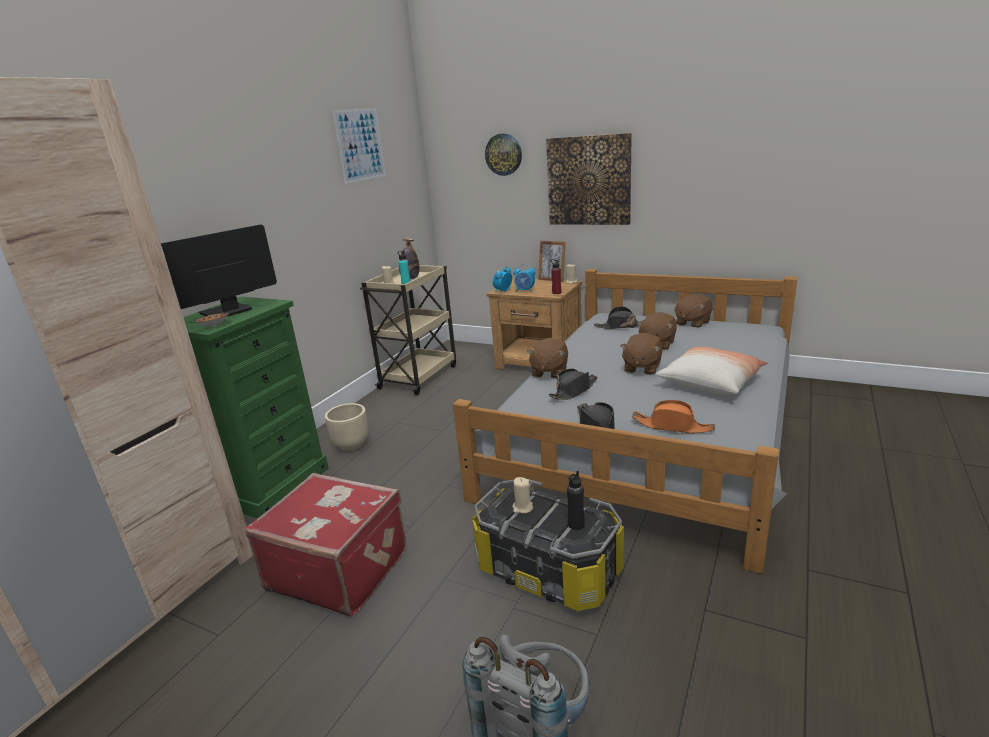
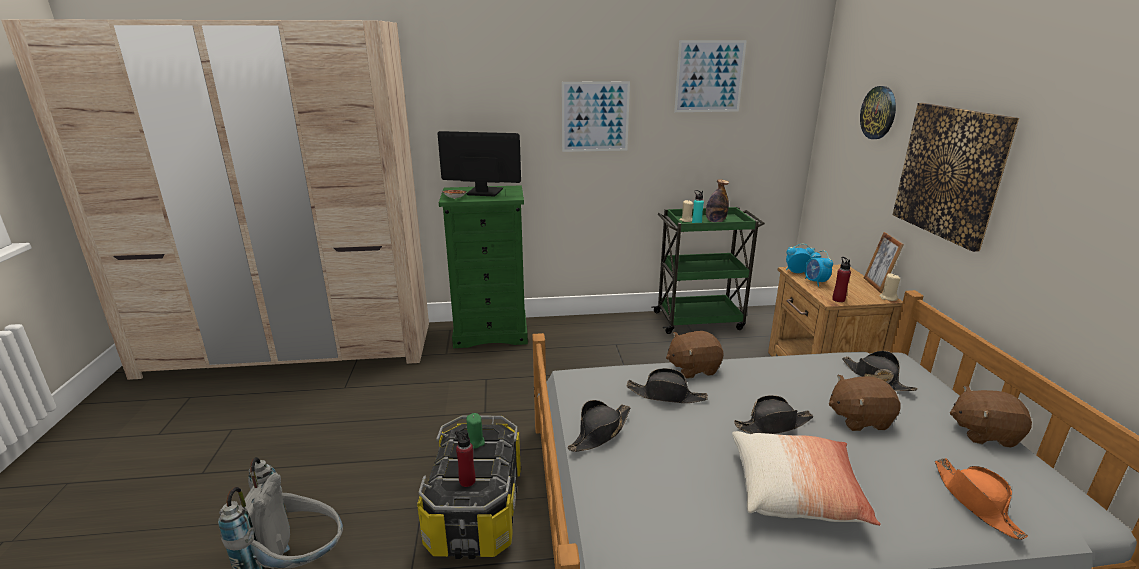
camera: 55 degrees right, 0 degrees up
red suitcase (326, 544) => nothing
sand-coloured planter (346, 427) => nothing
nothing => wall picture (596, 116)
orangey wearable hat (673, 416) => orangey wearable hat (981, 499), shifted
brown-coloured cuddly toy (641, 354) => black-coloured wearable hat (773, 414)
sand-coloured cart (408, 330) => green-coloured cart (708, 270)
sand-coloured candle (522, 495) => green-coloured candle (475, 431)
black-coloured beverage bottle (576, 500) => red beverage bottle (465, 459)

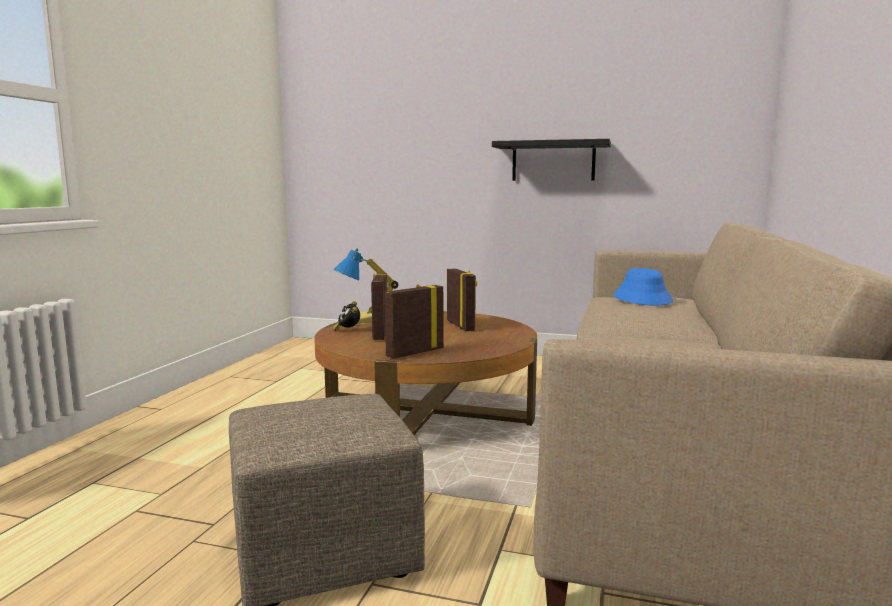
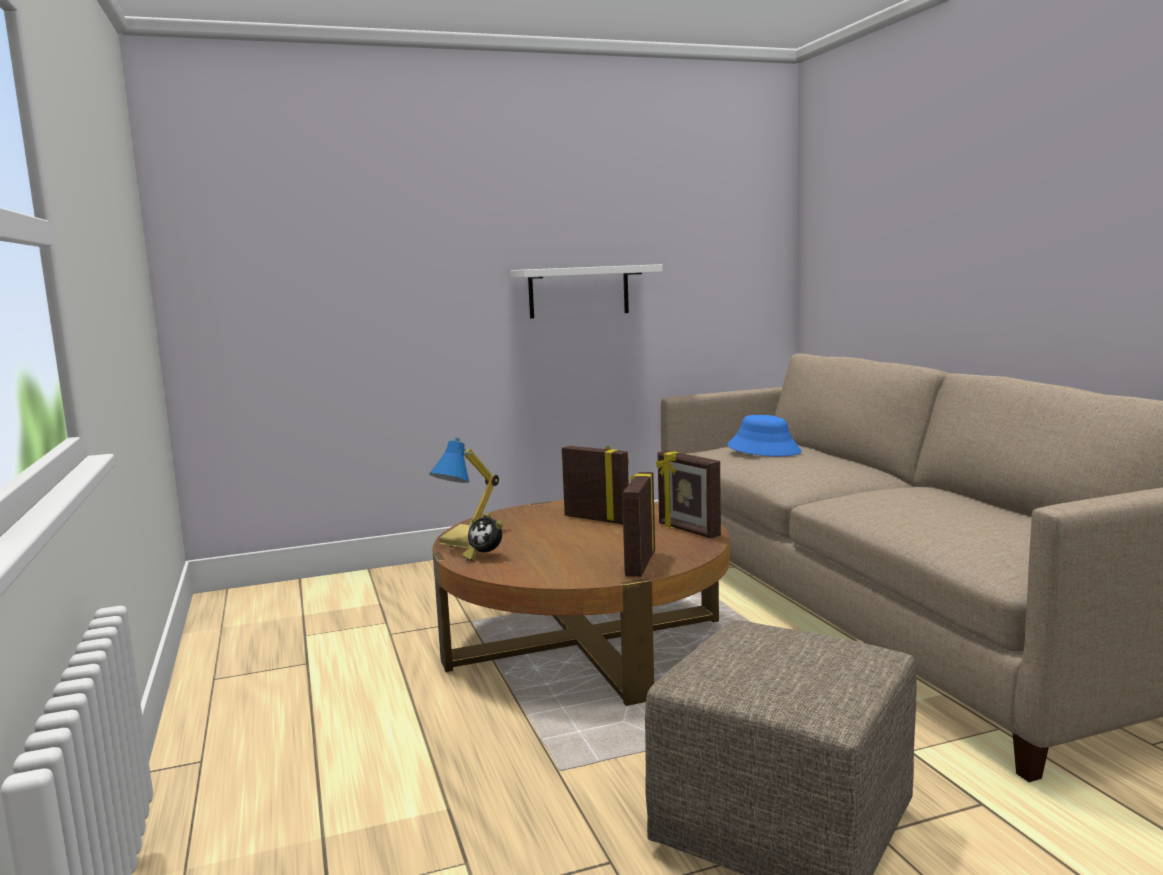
camera: 35 degrees left, 0 degrees up
photo frame (379, 306) => photo frame (688, 494), shifted
black-coloured shelf (551, 160) => whitish shelf (586, 291)

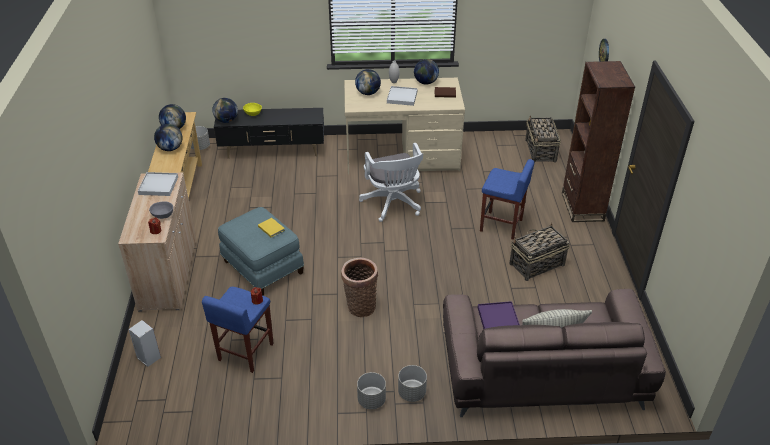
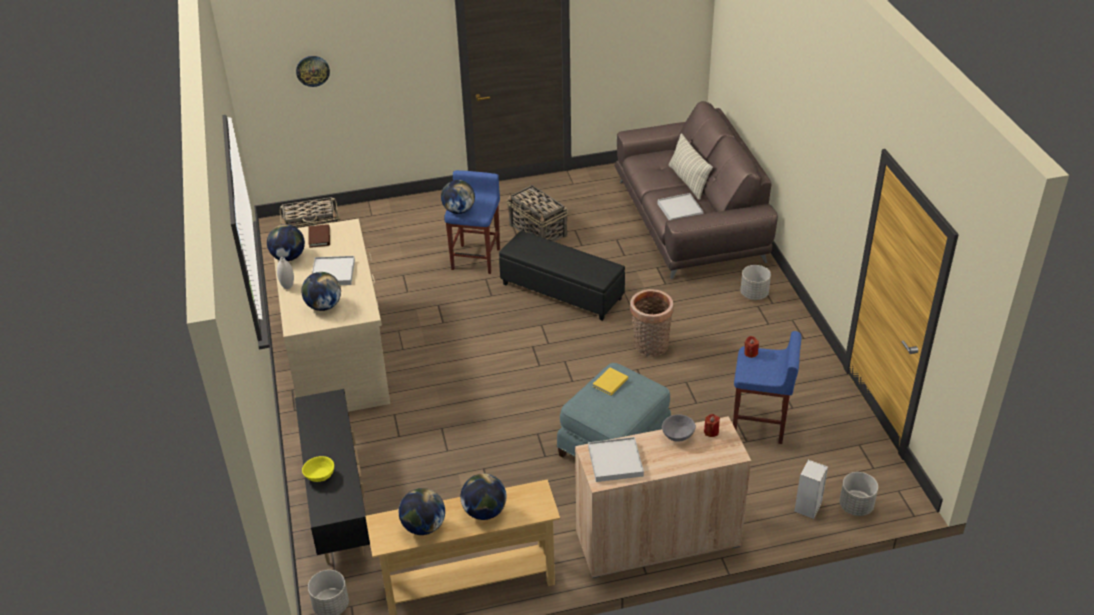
camera: 100 degrees left, 0 degrees up
whitish computer chair (391, 182) => nothing
brown-coloured bookcase (598, 141) => nothing
nothing => black-coloured pouffe (562, 276)
world globe (225, 110) => world globe (458, 197), shifted
grey planter (371, 390) => grey planter (858, 494), shifted
purple tray (499, 315) => whitish tray (681, 206)

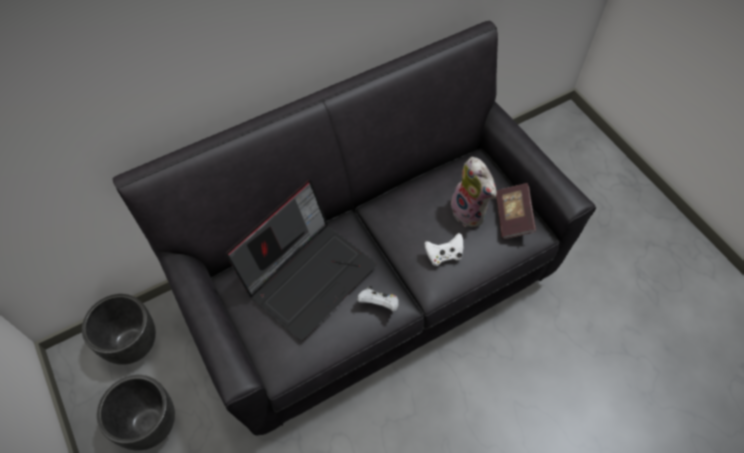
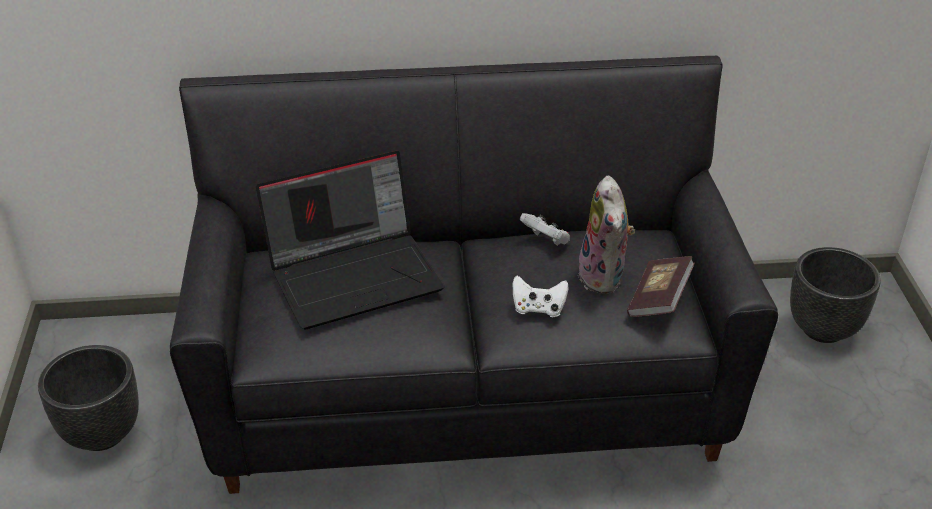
camera: 25 degrees right, 20 degrees down
black-coloured planter (119, 329) => black-coloured planter (835, 295), shifted
whitish game controller (378, 298) => whitish game controller (545, 229), shifted

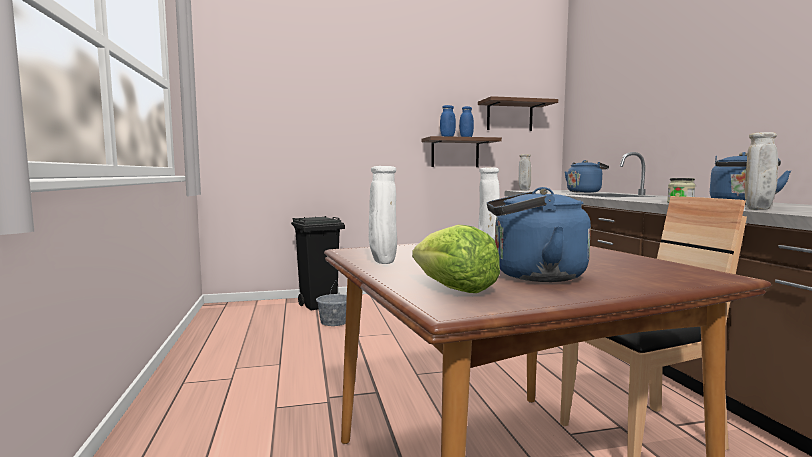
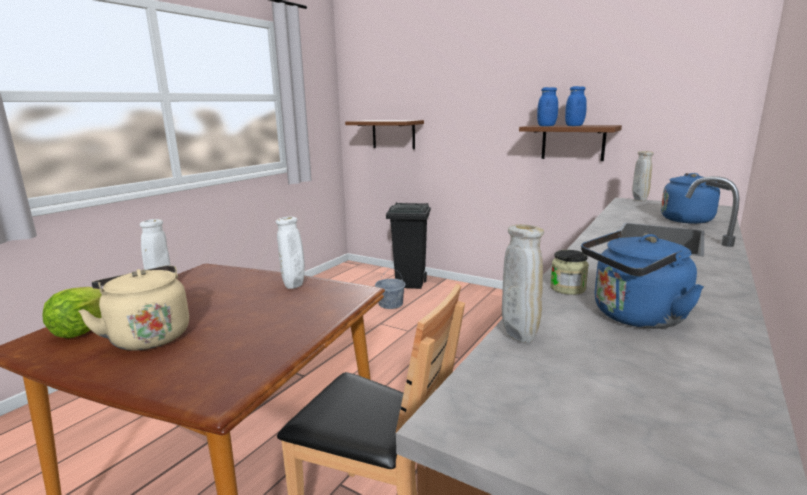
camera: 45 degrees right, 10 degrees up
brown-coloured shelf (518, 113) => brown-coloured shelf (384, 134), shifted
bluish kettle (539, 234) => sand-coloured kettle (133, 307)

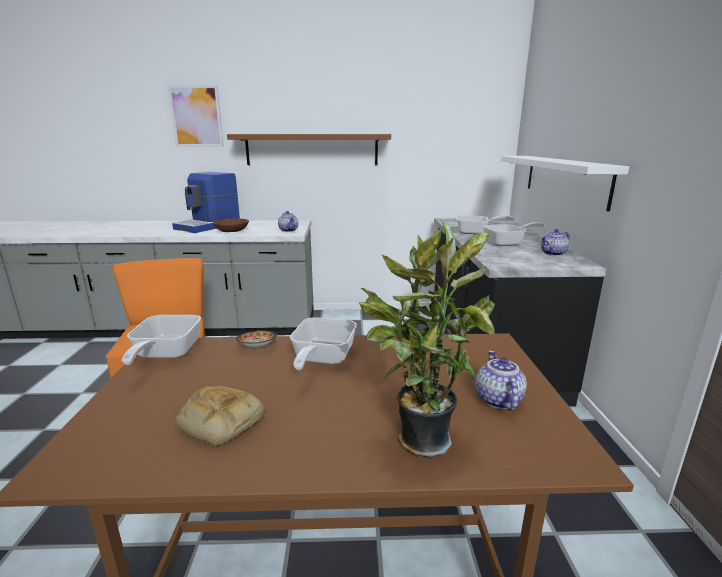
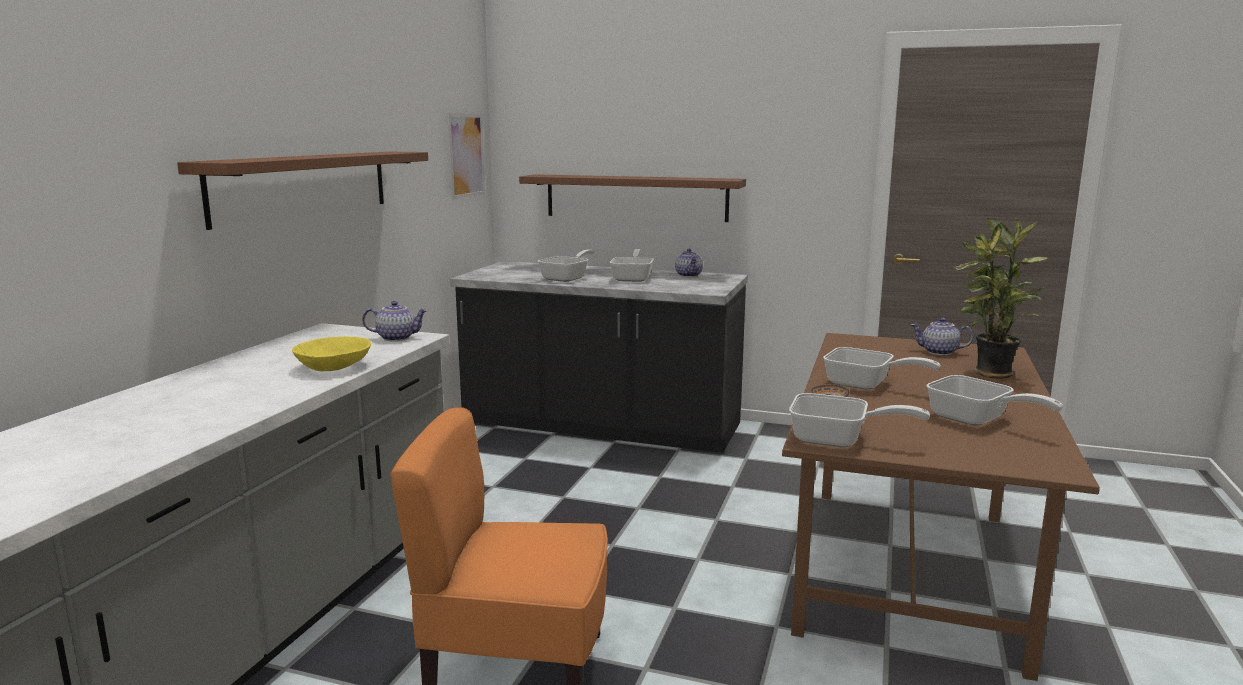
camera: 70 degrees left, 5 degrees down
coffee maker (206, 202) => nothing
wall picture (196, 116) => wall picture (466, 156), shifted
bakery bread (220, 416) => skillet (994, 400)
brown-coloured deep dish (231, 225) => yellow deep dish (331, 354)
whitish shelf (565, 184) => brown-coloured shelf (632, 198)

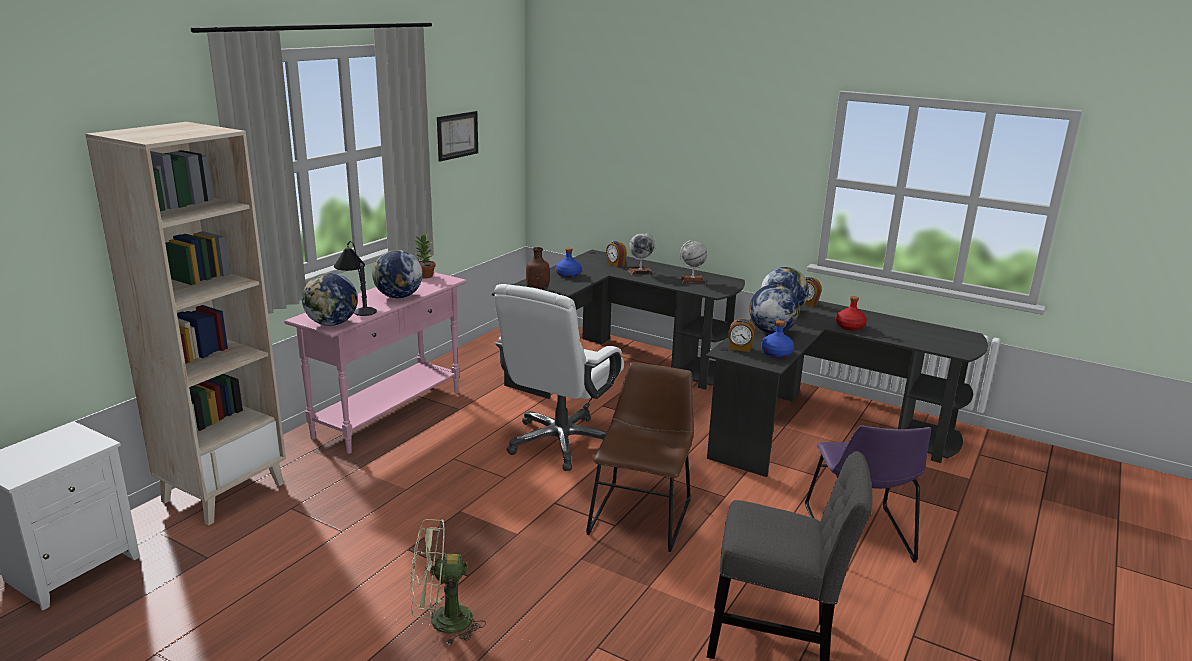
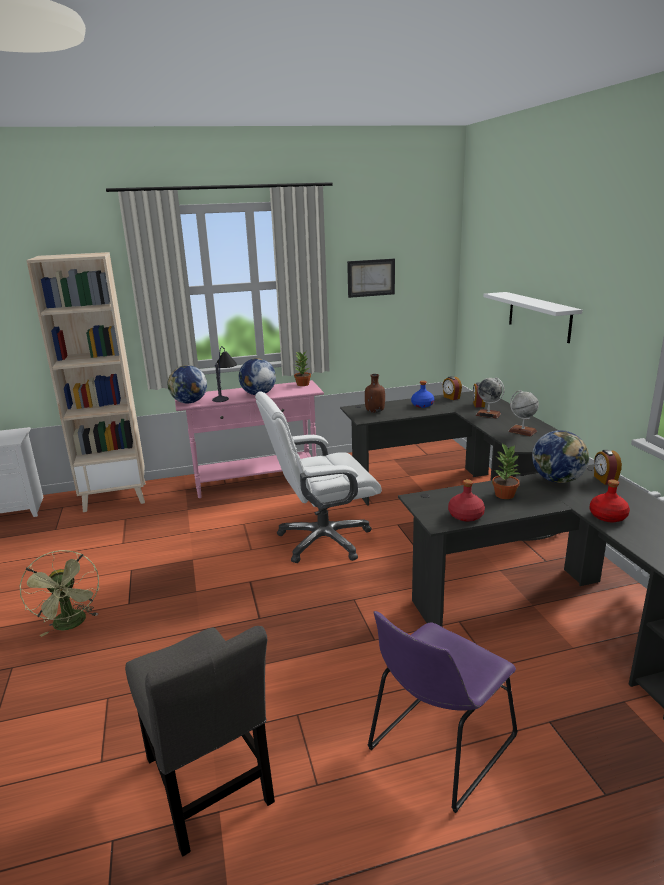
camera: 45 degrees right, 0 degrees up
brown-coloured chair (640, 457) => nothing
nothing => whitish shelf (532, 317)
bedside clock (741, 335) => bedside clock (452, 388), shifted
world globe (774, 308) => plant in a pot (506, 471)
bluish beverage bottle (777, 339) => red beverage bottle (466, 500)
green-coloured electric fan (448, 582) => green-coloured electric fan (59, 593), 150 degrees counterclockwise

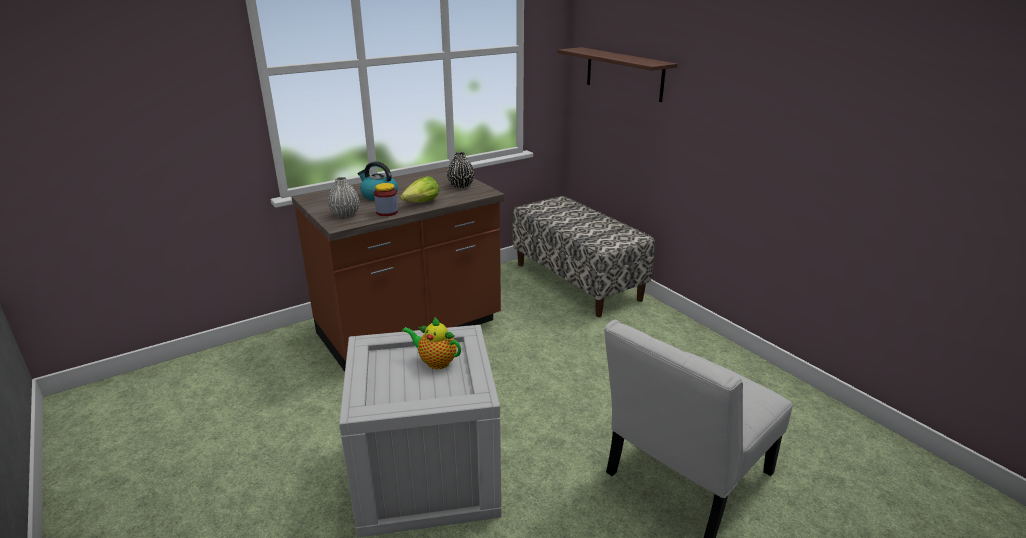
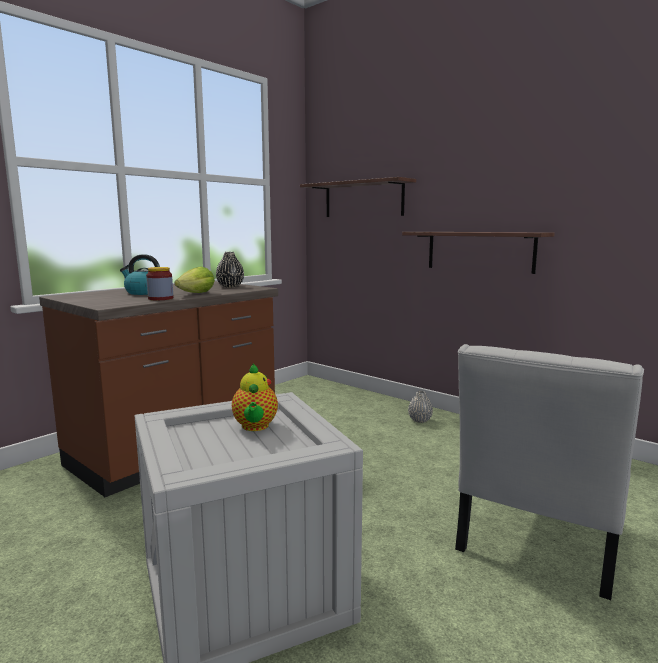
camera: 15 degrees left, 15 degrees down
indoor bench (584, 256) => nothing
nothing => shelf (478, 253)
grey flower vase (343, 197) => grey flower vase (420, 406), shifted
teapot (431, 343) => teapot (255, 397), 105 degrees counterclockwise

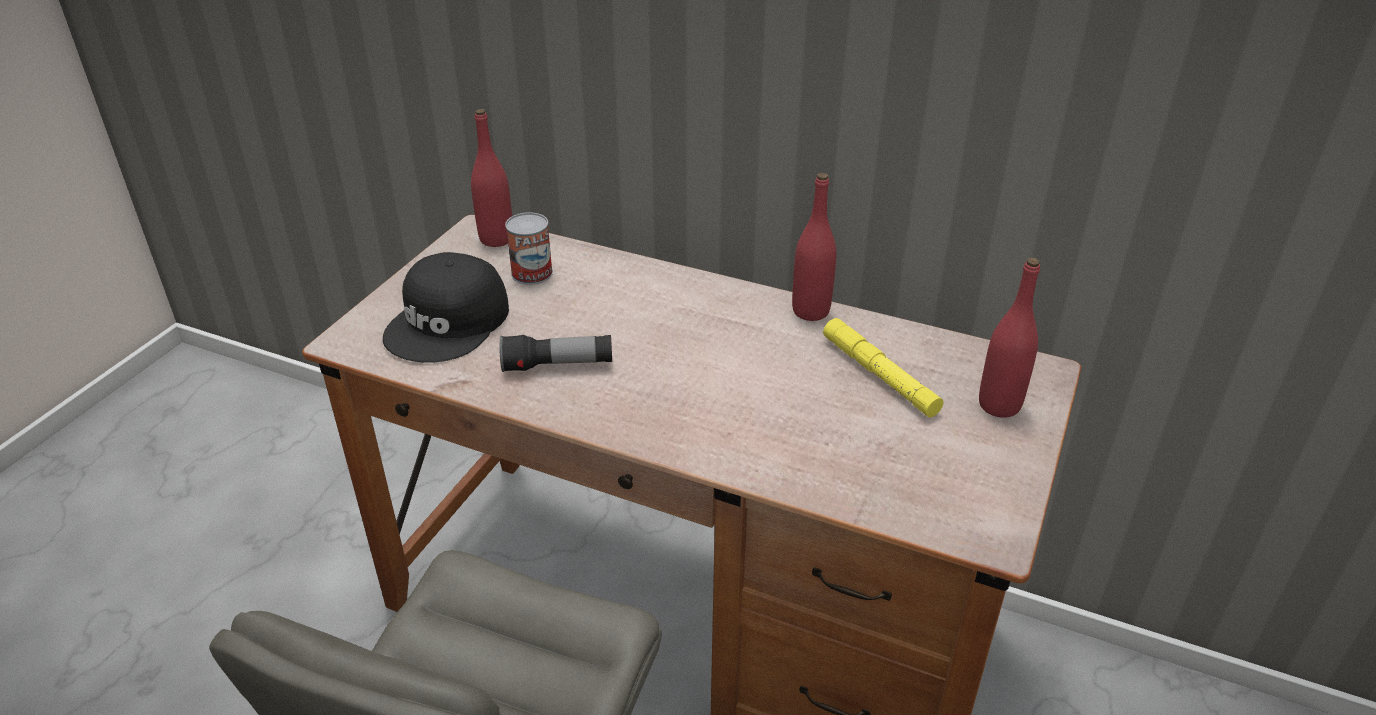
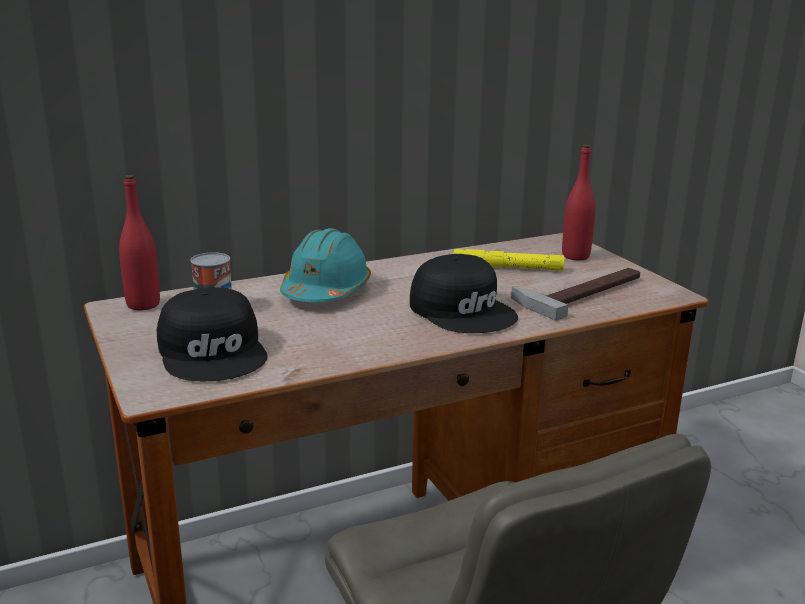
camera: 50 degrees left, 15 degrees down
torch (555, 353) => nothing
red beverage bottle (814, 247) => nothing
nothing => turquoise safety helmet (325, 265)
nothing => black-coloured peaked cap (464, 293)
nothing => tool hammer (575, 294)

